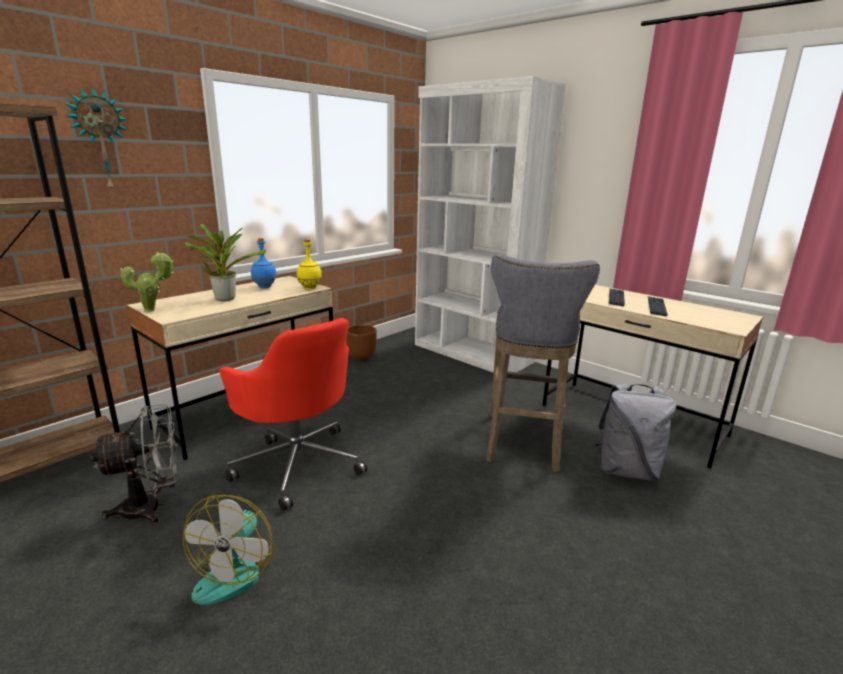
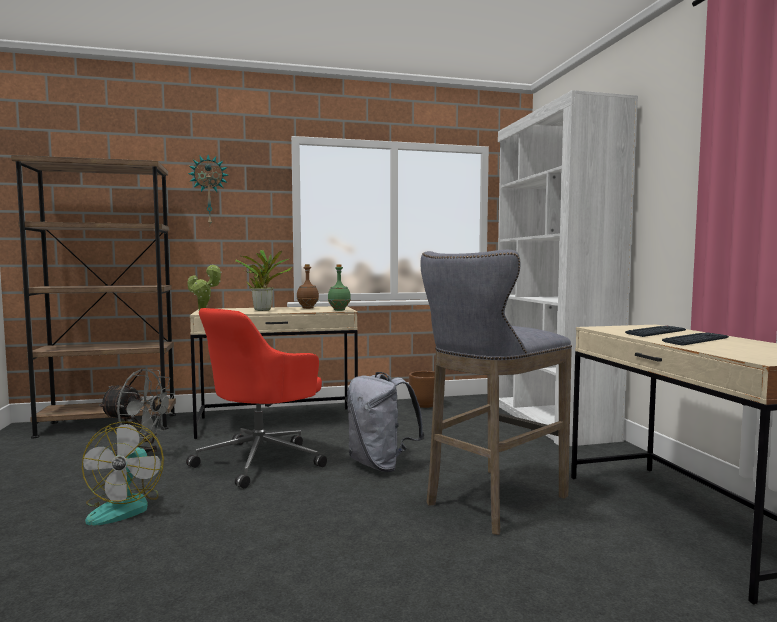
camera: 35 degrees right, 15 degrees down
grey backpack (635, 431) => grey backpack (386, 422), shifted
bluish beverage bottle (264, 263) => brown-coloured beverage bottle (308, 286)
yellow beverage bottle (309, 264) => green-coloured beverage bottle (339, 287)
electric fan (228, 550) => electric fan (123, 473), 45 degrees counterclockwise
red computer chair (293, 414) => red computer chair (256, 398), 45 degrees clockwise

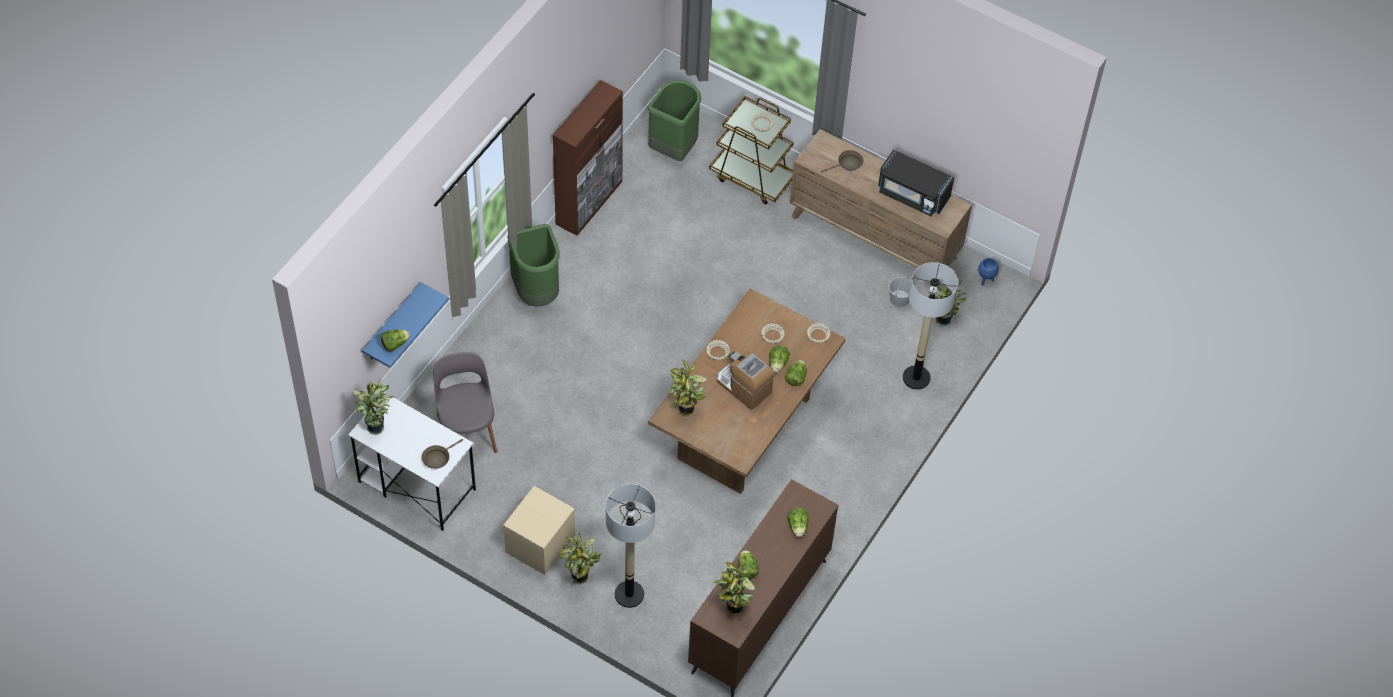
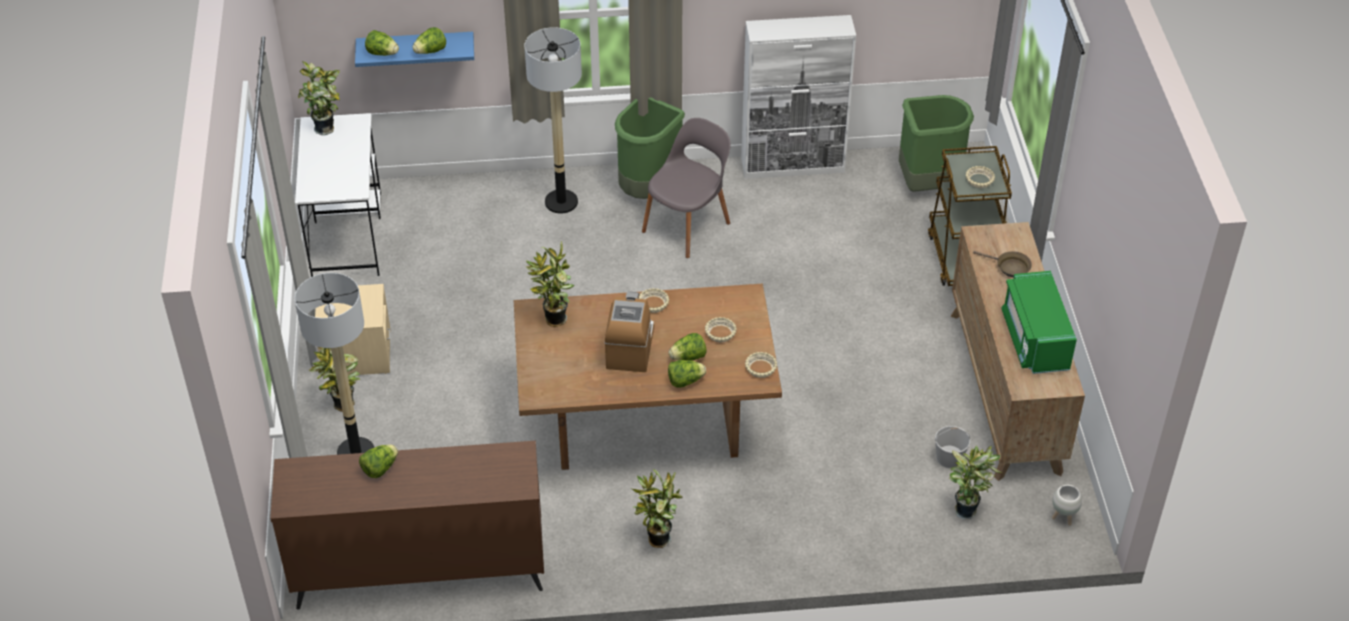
camera: 55 degrees right, 10 degrees down
brown-coloured skillet (442, 454) => nothing
grey chair (465, 402) => grey chair (686, 188), shifted
plant in a pot (734, 586) => plant in a pot (657, 508), shifted
head of lettuce (798, 522) => head of lettuce (429, 40), shifted
floor lamp (930, 326) => floor lamp (553, 120), shifted
brown-coloured storage cabinet (588, 158) => whitish storage cabinet (798, 97)
black-coloured microwave oven (916, 182) => green-coloured microwave oven (1039, 322)
bluish planter (988, 272) => whitish planter (1067, 505)

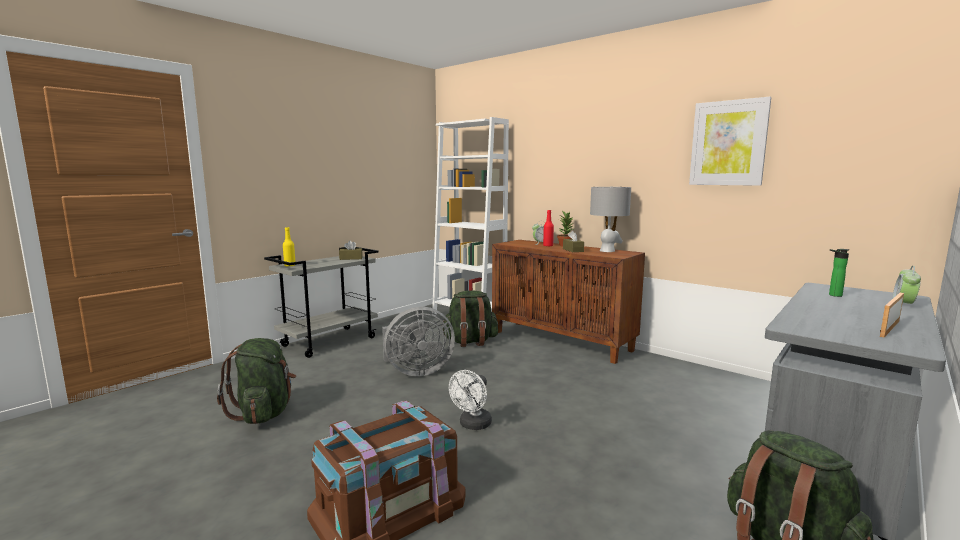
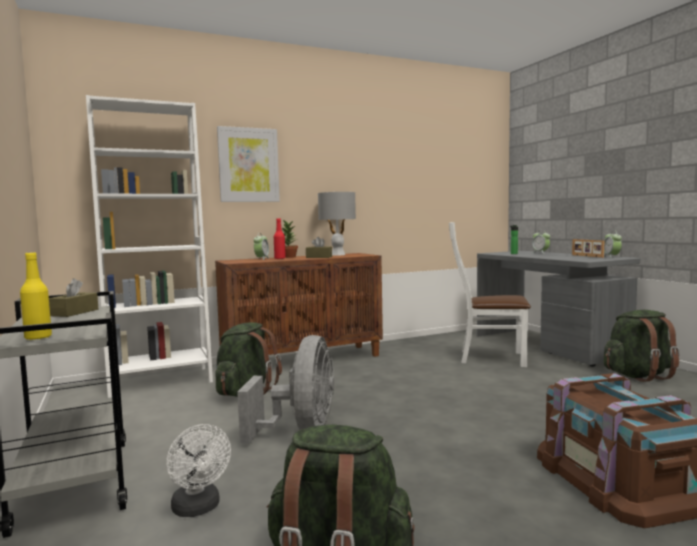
camera: 65 degrees left, 5 degrees down
nothing => whitish chair (490, 294)
nothing => bedside clock (613, 244)
whitish electric fan (470, 400) => whitish electric fan (198, 470), shifted
wall picture (730, 141) => wall picture (248, 164), shifted

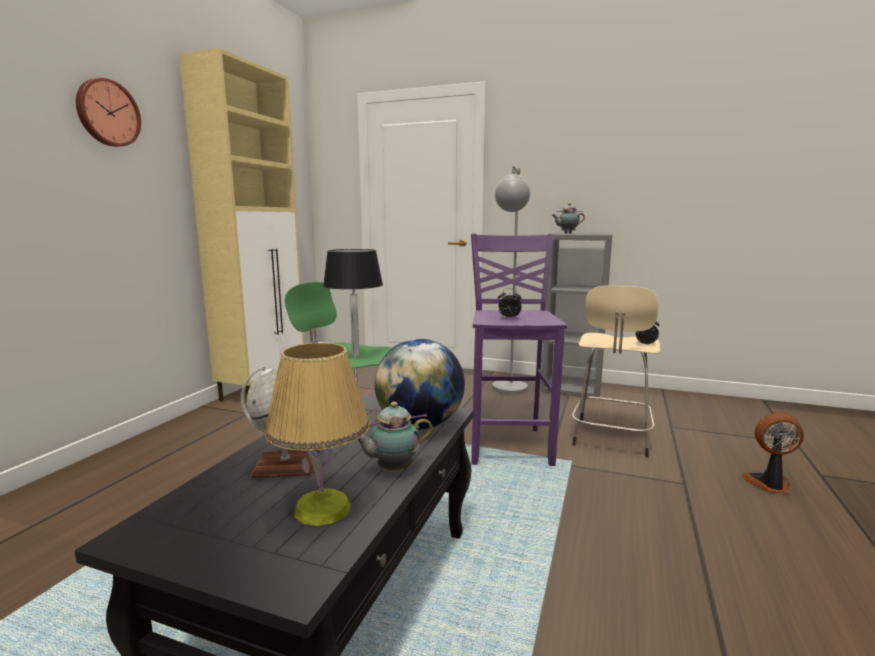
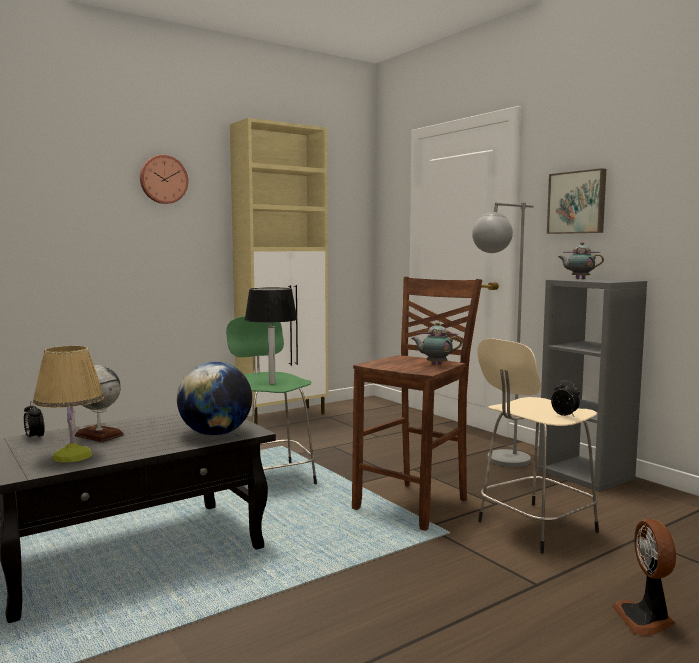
camera: 35 degrees right, 5 degrees down
nothing => wall picture (576, 201)
teapot (395, 436) => teapot (436, 343), shifted
bedside clock (510, 303) => bedside clock (34, 420), shifted
purple sitting stool (519, 350) => brown-coloured sitting stool (417, 404)
electric fan (772, 453) => electric fan (644, 577), 135 degrees counterclockwise

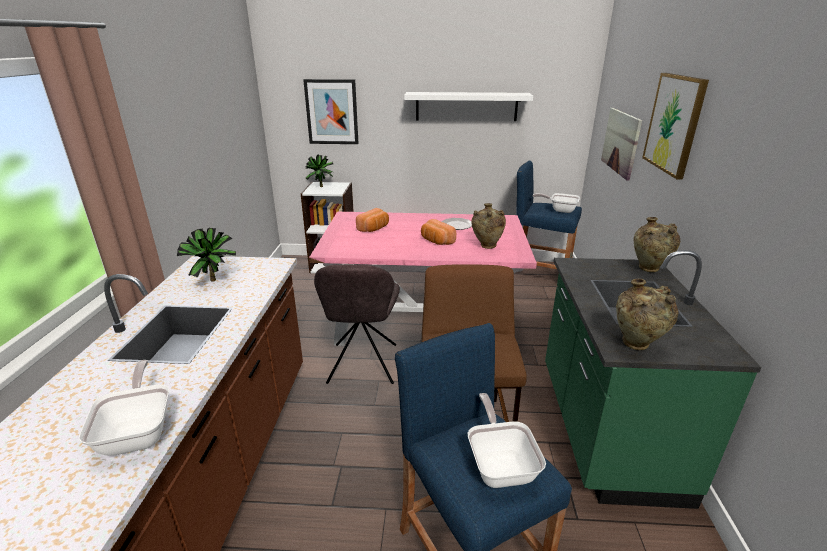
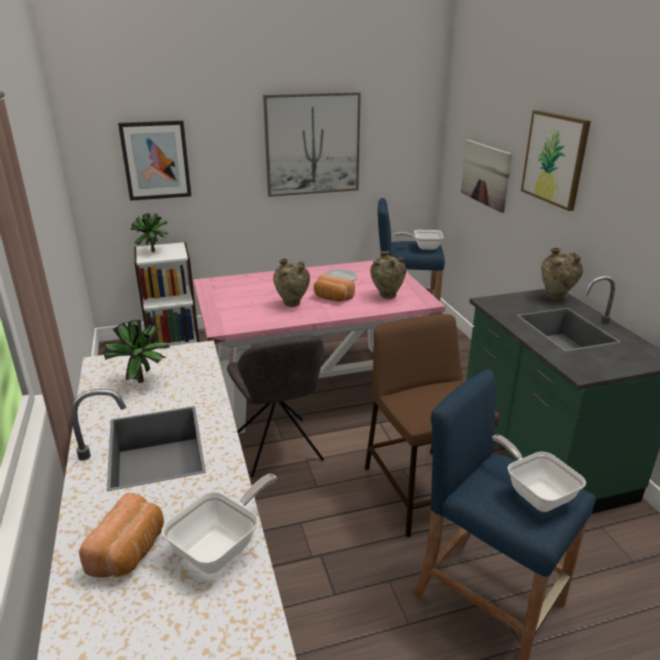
camera: 20 degrees left, 0 degrees up
bakery bread (372, 220) => bakery bread (121, 535), shifted
sand-coloured flower vase (647, 314) => sand-coloured flower vase (291, 283), shifted
whitish shelf (468, 106) => wall picture (312, 144)
skillet (124, 408) => skillet (219, 524), 75 degrees clockwise

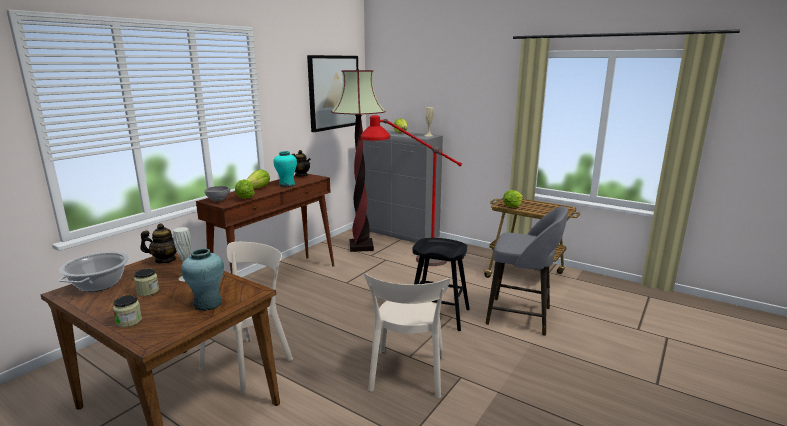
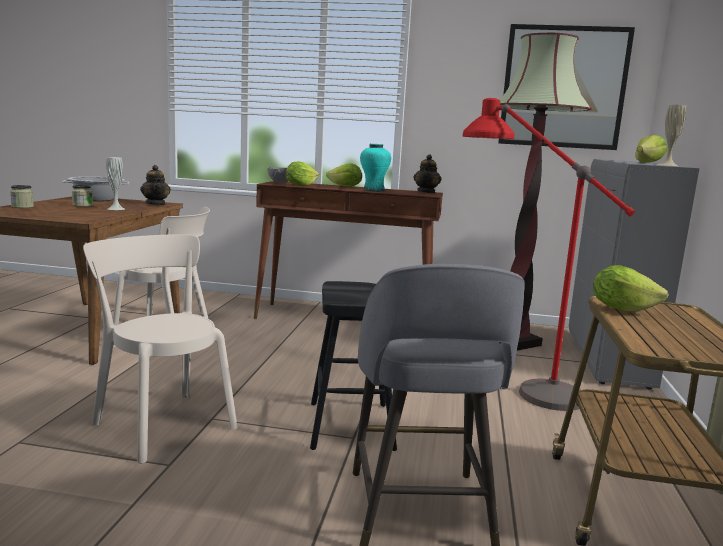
camera: 65 degrees right, 5 degrees down
turquoise flower vase (202, 279) => nothing
sand-coloured chair (407, 335) => sand-coloured chair (160, 349), 60 degrees clockwise

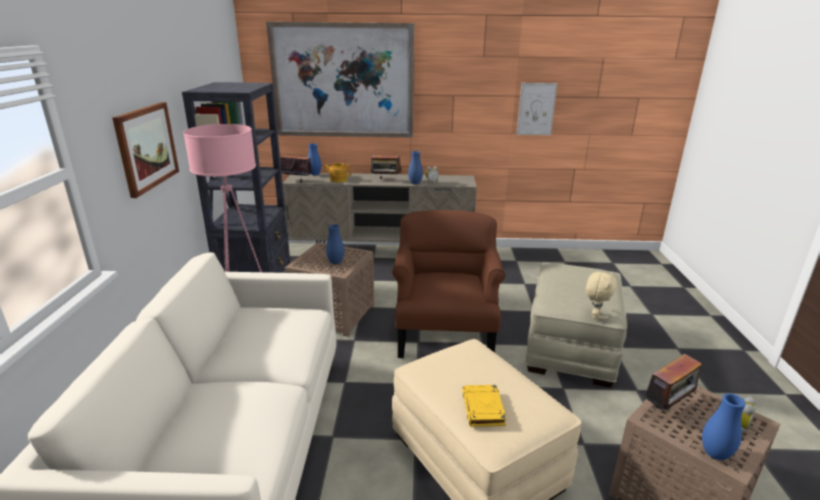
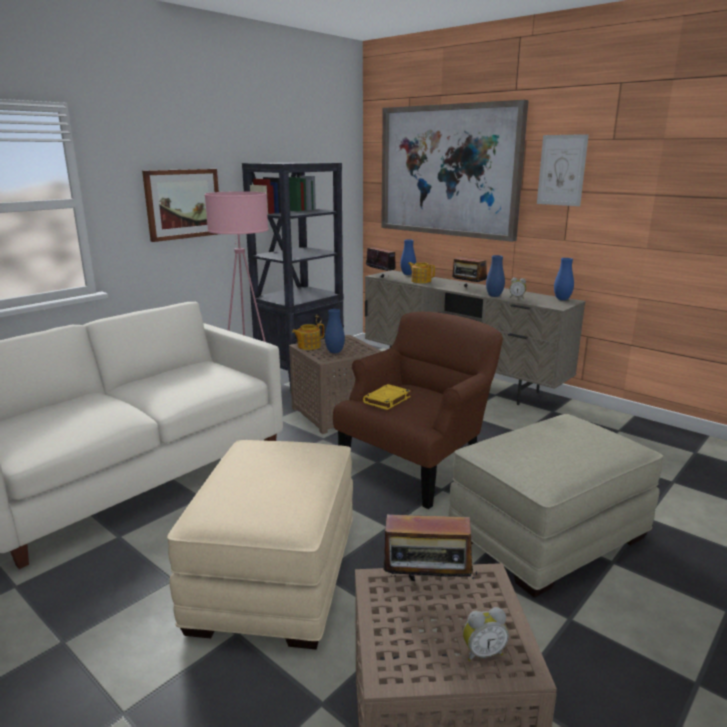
camera: 40 degrees right, 5 degrees down
sand-coloured cuddly toy (601, 295) => nothing
nothing => teapot (308, 336)
yellow book (484, 406) => yellow book (387, 397), shifted
wall picture (537, 109) => wall picture (563, 170), shifted
bluish flower vase (724, 426) => bluish flower vase (564, 279), shifted

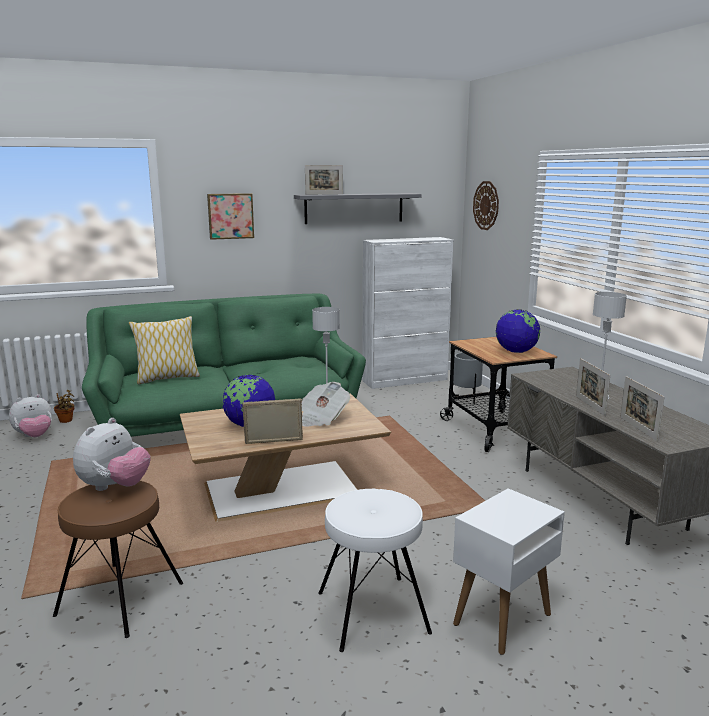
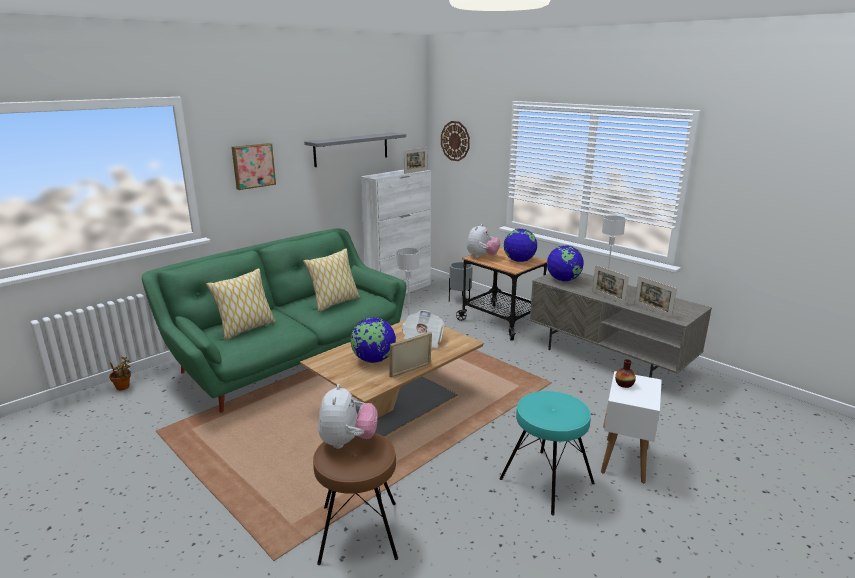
camera: 25 degrees left, 5 degrees up
nothing => throw pillow (331, 280)
nothing => world globe (565, 263)
nothing => flower vase (625, 373)
cuddly toy (30, 415) => cuddly toy (484, 241), shifted
photo frame (324, 180) => photo frame (415, 161), shifted
whitish sitting stool (375, 570) => turquoise sitting stool (547, 453)

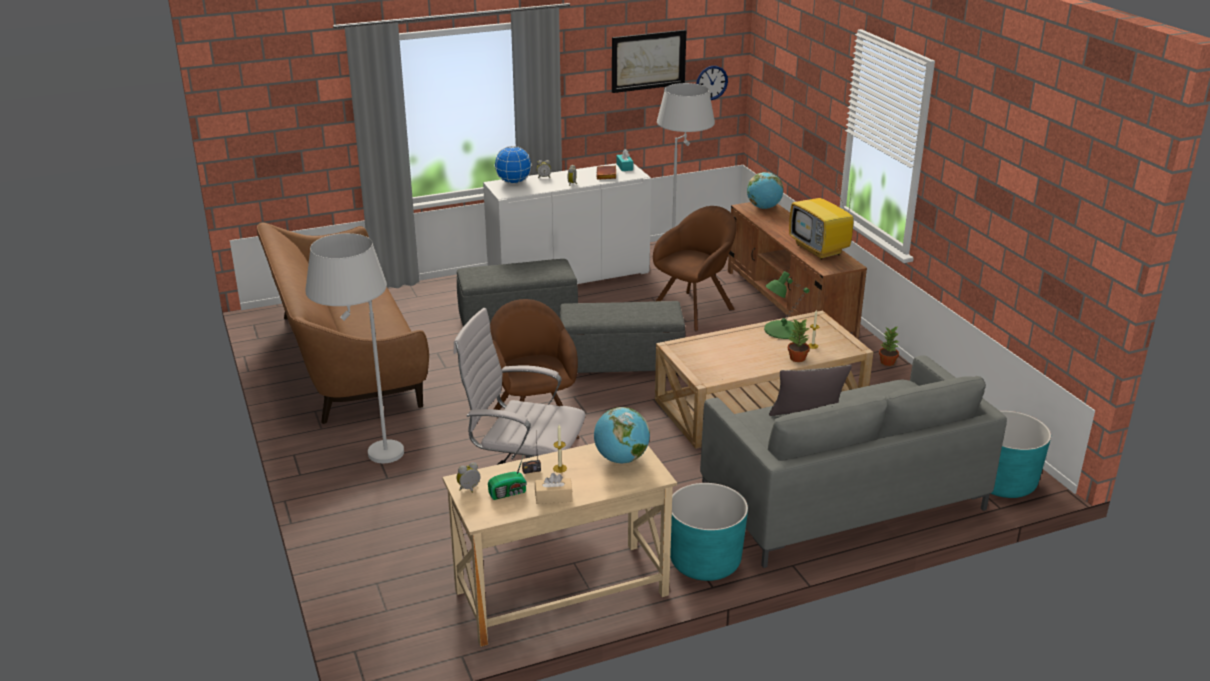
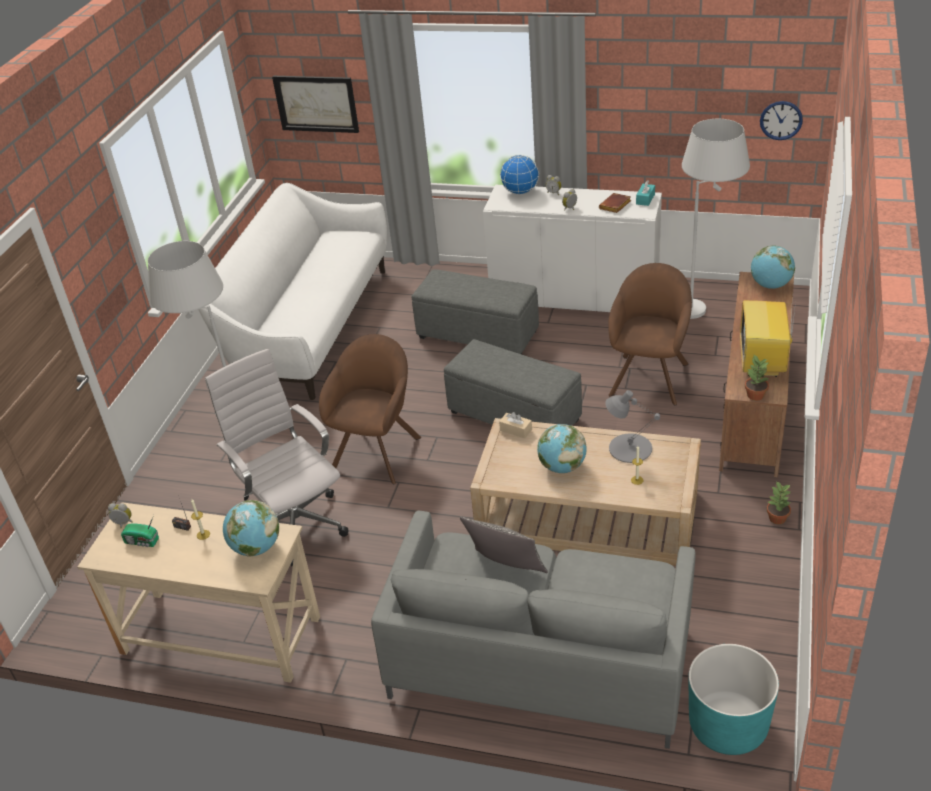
camera: 40 degrees right, 10 degrees up
turquoise planter (709, 532) => nothing
nothing => world globe (562, 448)
sand-coloured tissue holder (554, 488) => sand-coloured tissue holder (515, 425), shifted
wall picture (649, 61) => wall picture (315, 104), shifted
plant in a pot (799, 340) => plant in a pot (757, 378), shifted
brown-coloured couch (343, 323) => whitish couch (292, 291)
green-coloured table lamp (786, 305) => grey table lamp (632, 426)
brown-coloured easy chair (695, 268) => brown-coloured easy chair (650, 334), 60 degrees counterclockwise

